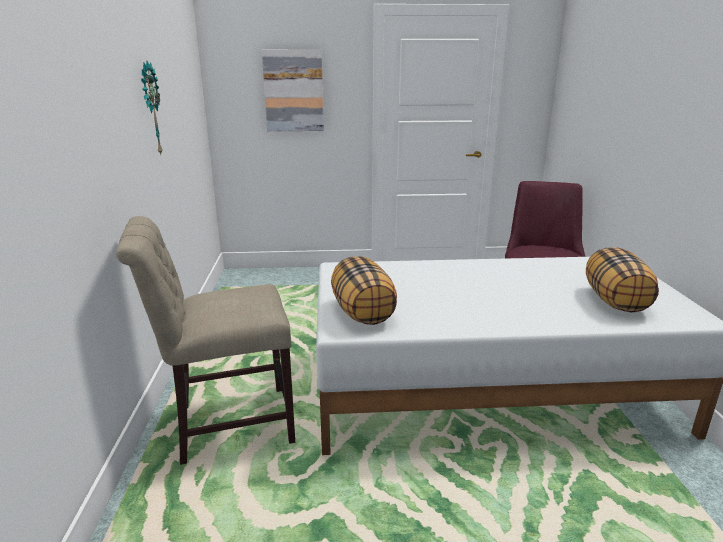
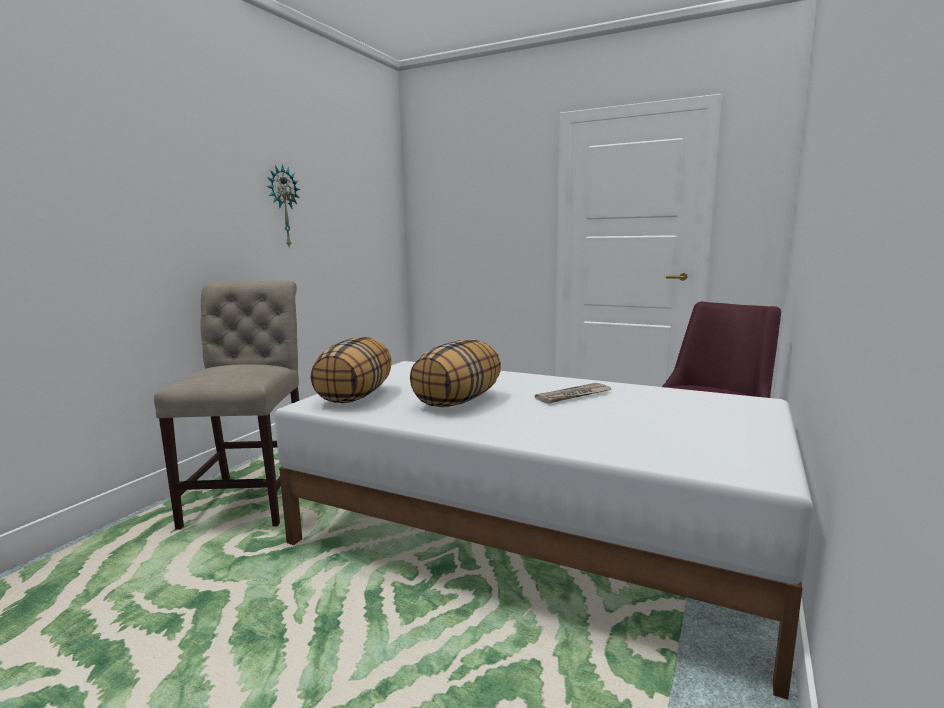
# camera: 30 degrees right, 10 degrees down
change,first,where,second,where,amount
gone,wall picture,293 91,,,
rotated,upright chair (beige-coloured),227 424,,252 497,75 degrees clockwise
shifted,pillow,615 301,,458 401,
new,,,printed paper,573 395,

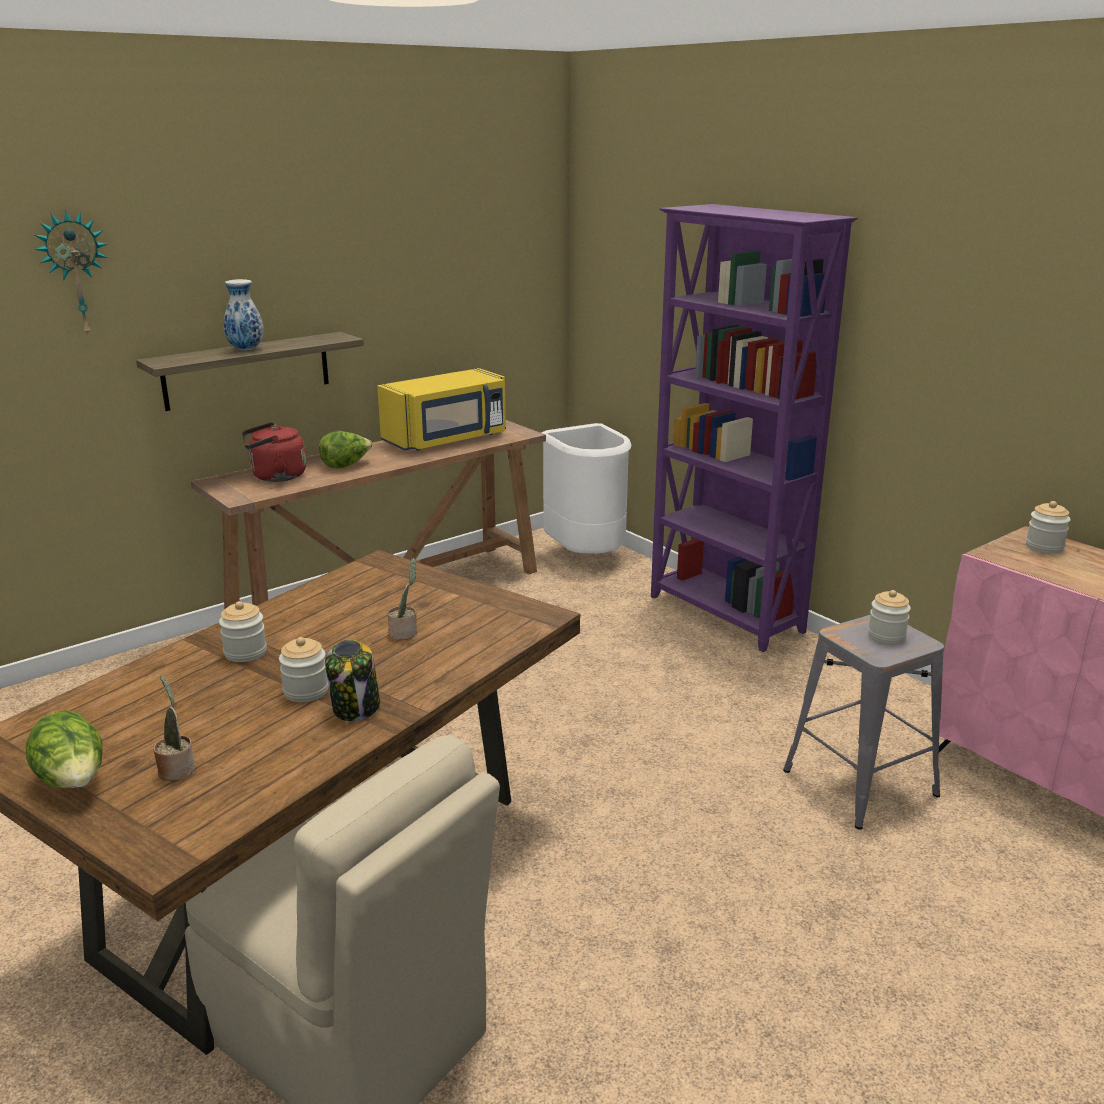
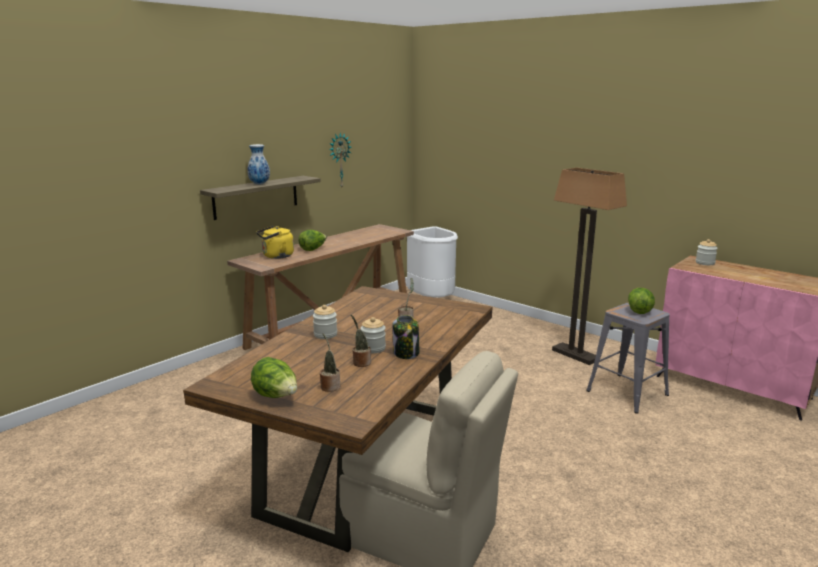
# camera: 10 degrees left, 5 degrees down
change,first,where,second,where,amount
gone,bookcase (purplish),725 615,,,
shifted,hanging clock,75 274,,339 160,
gone,microwave oven (yellow),447 439,,,
repainted,water kettle (reddish),275 477,water kettle (yellow),276 256,
swapped,jar,886 635,lettuce head,639 311,
new,,,standing lamp,575 355,
new,,,potted plant,361 362,

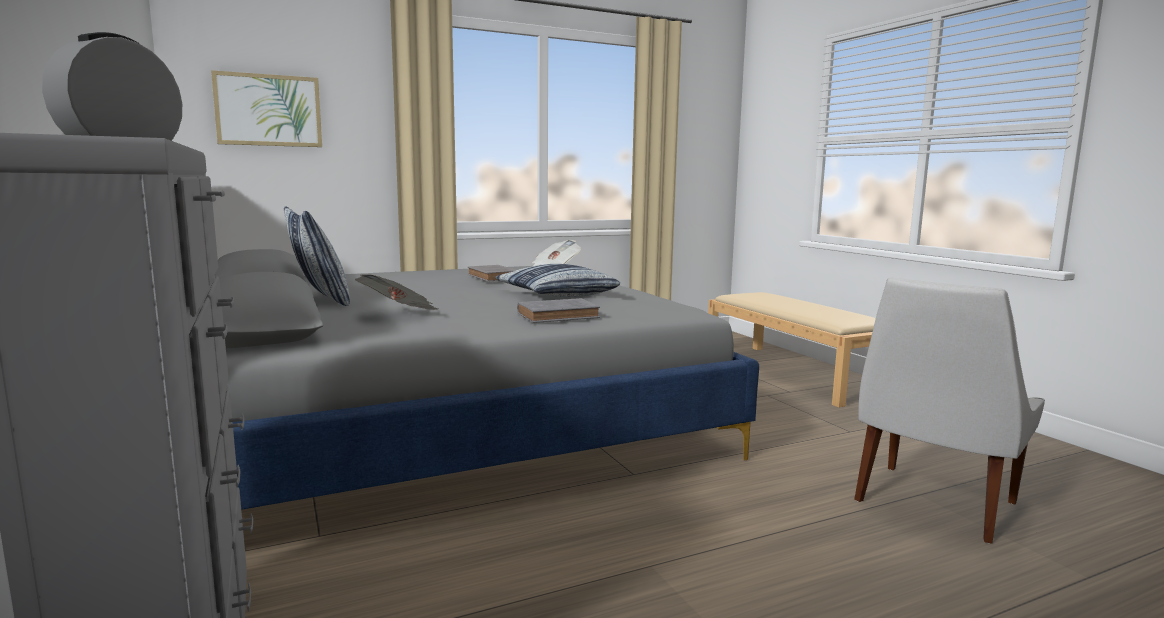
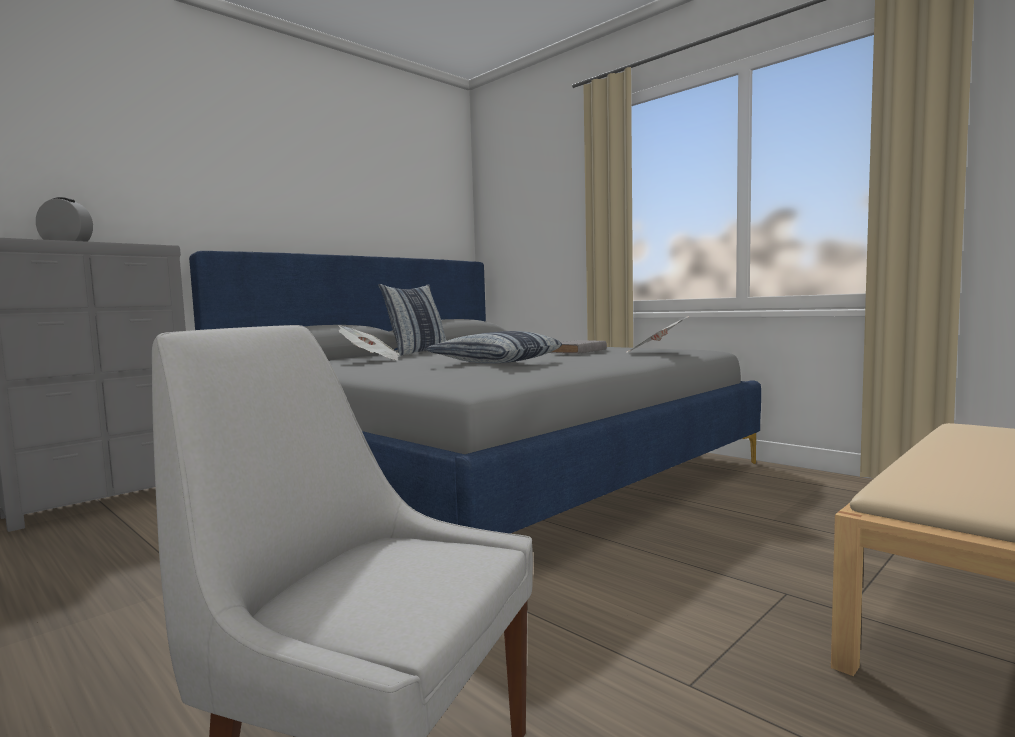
# camera: 70 degrees right, 5 degrees down
change,first,where,second,where,amount
gone,wall picture,268 110,,,
gone,bound book (grey),560 315,,,

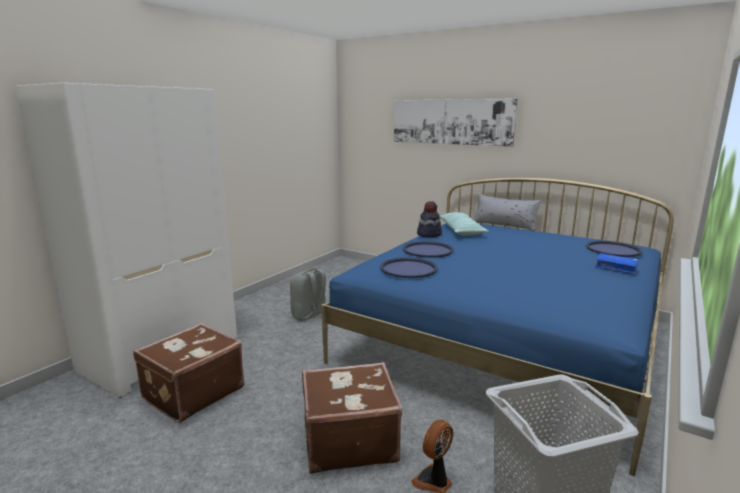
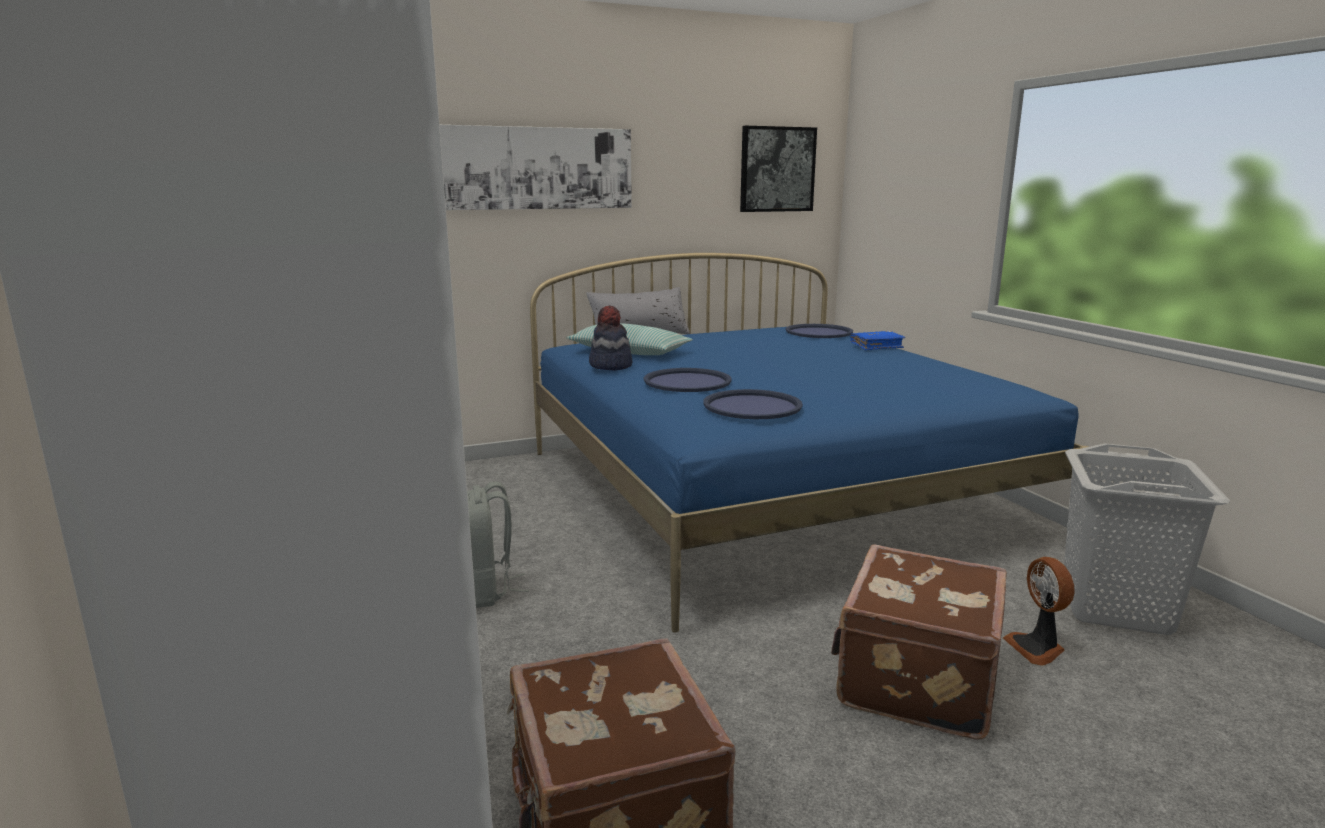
# camera: 55 degrees left, 0 degrees up
change,first,where,second,where,amount
new,,,wall picture,777 169,

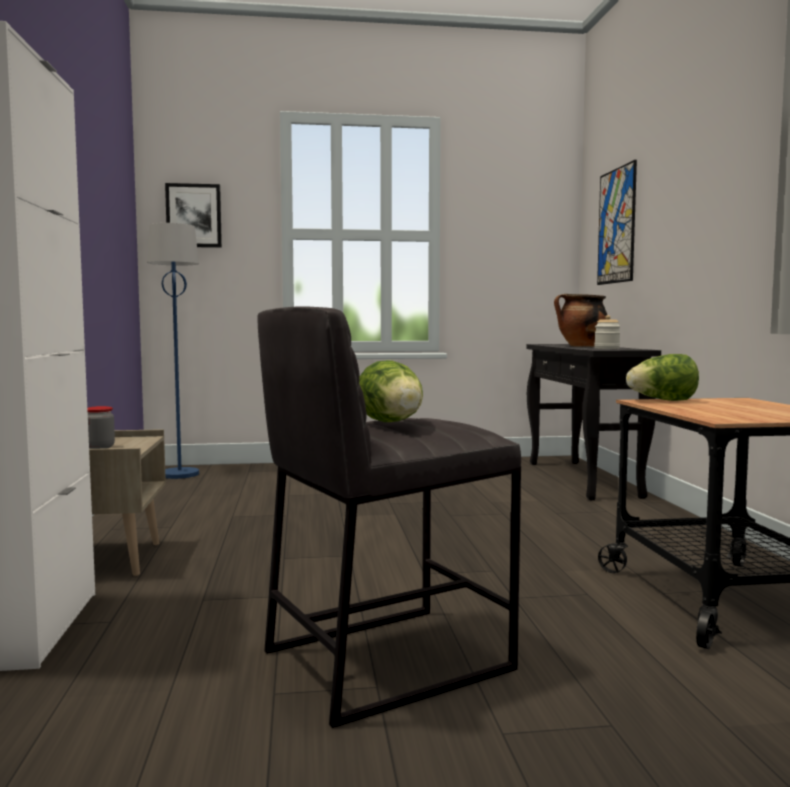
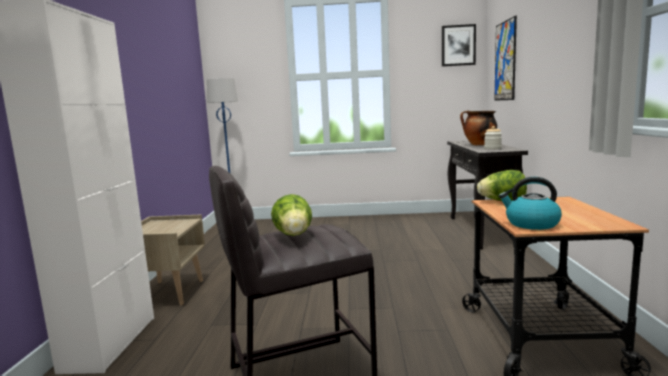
# camera: 10 degrees right, 5 degrees up
change,first,where,second,where,amount
shifted,wall picture,194 216,,458 45,
gone,jar,100 447,,,
new,,,water kettle,531 224,

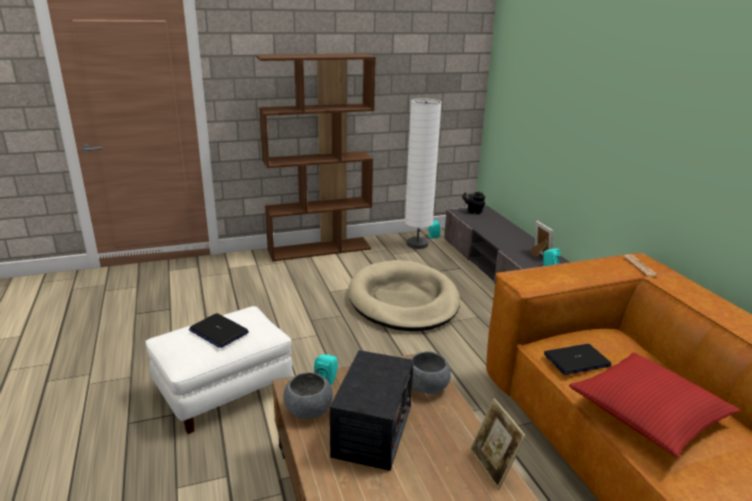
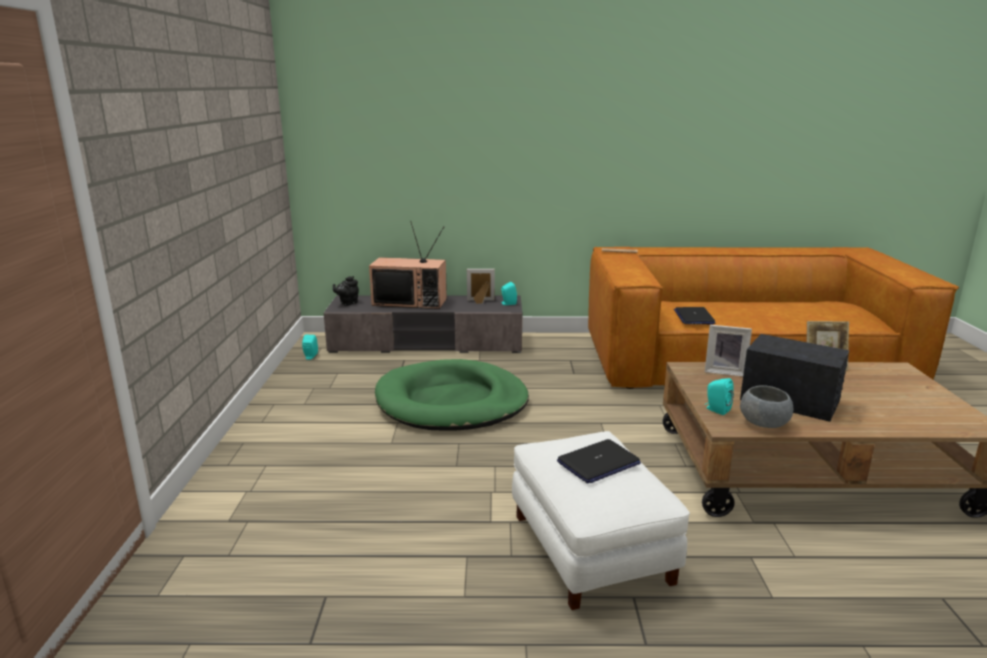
# camera: 70 degrees left, 5 degrees down
change,first,where,second,where,amount
gone,bookcase (brown),320 249,,,
gone,standing lamp (white-coloured),417 244,,,
repainted,dog bed (beige-coloured),403 300,dog bed (green),451 402,
swapped,deep dish (grey),426 387,standing frame,725 371,
gone,pillow (reddish),647 412,,,
new,,,television,411 302,

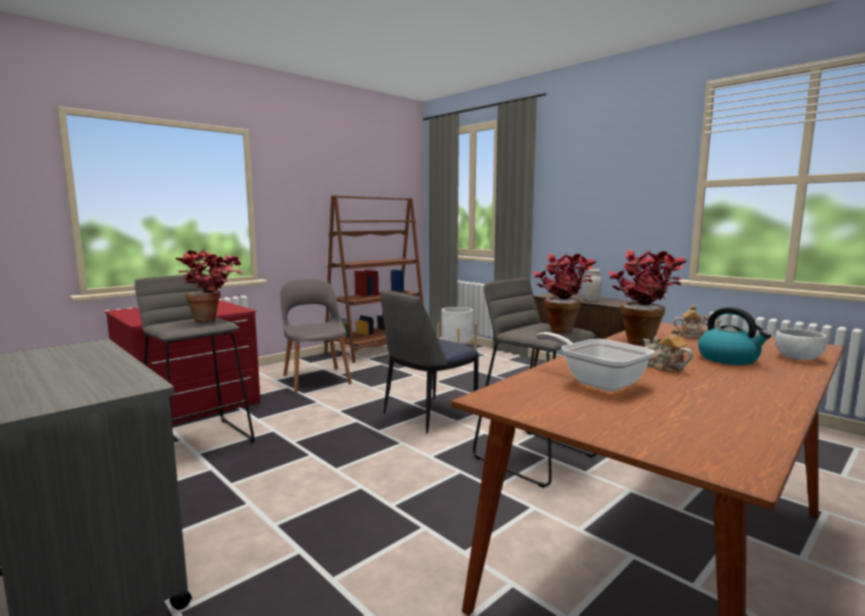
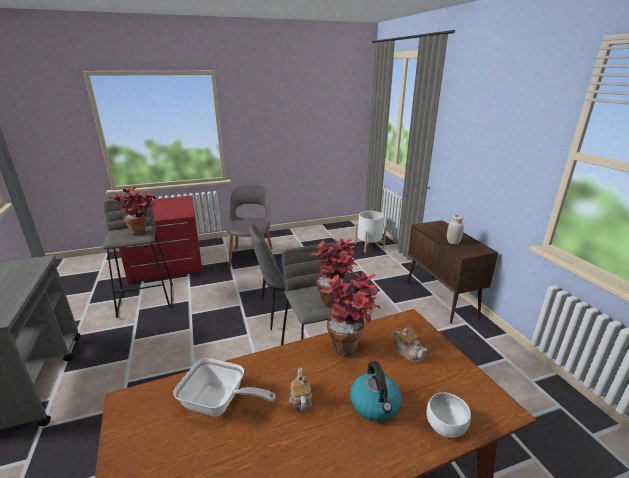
# camera: 25 degrees right, 15 degrees up
change,first,where,second,where,amount
gone,bookcase (brown),377 350,,,
rotated,pan,596 382,,219 404,120 degrees clockwise

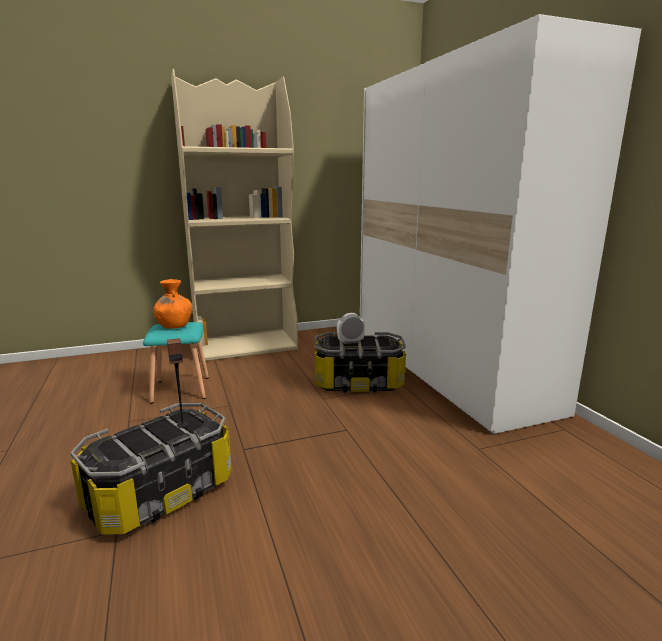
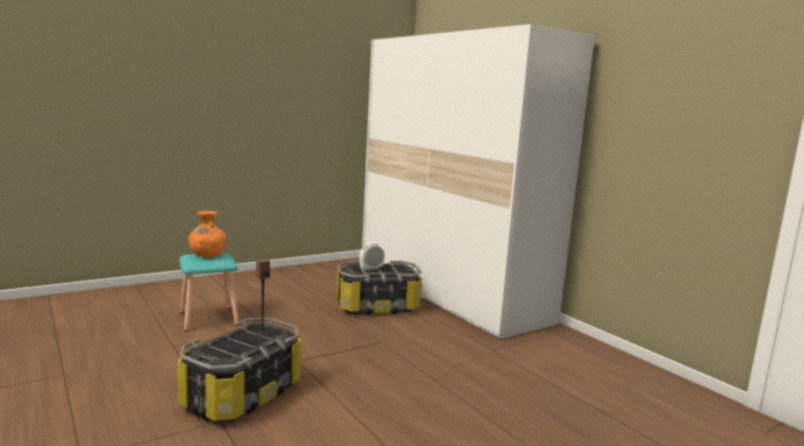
# camera: 15 degrees left, 5 degrees down
change,first,where,second,where,amount
gone,bookcase (beige-coloured),246 346,,,

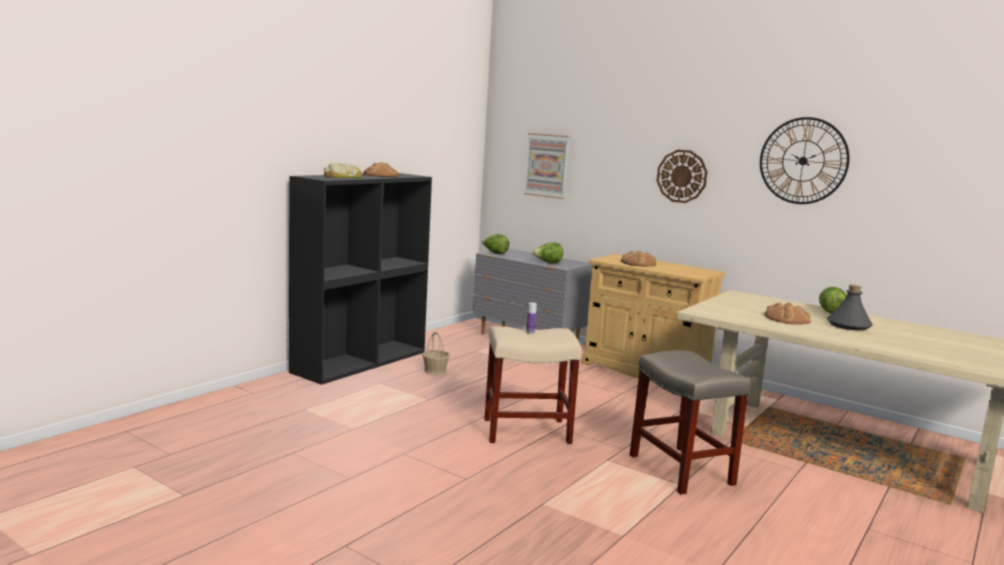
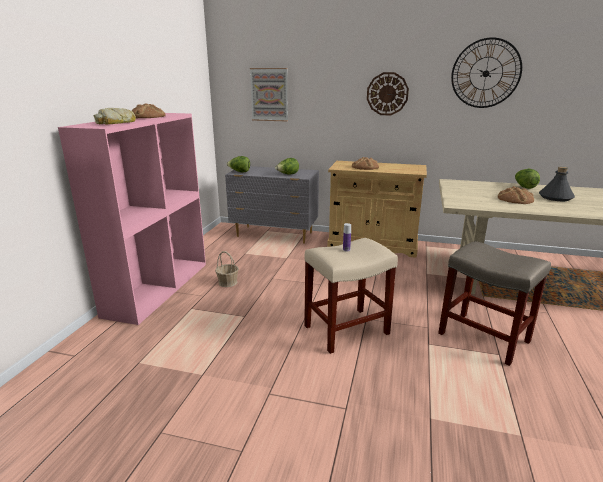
# camera: 20 degrees left, 10 degrees up
change,first,where,second,where,amount
repainted,bookcase (black-coloured),360 361,bookcase (pink),158 287,

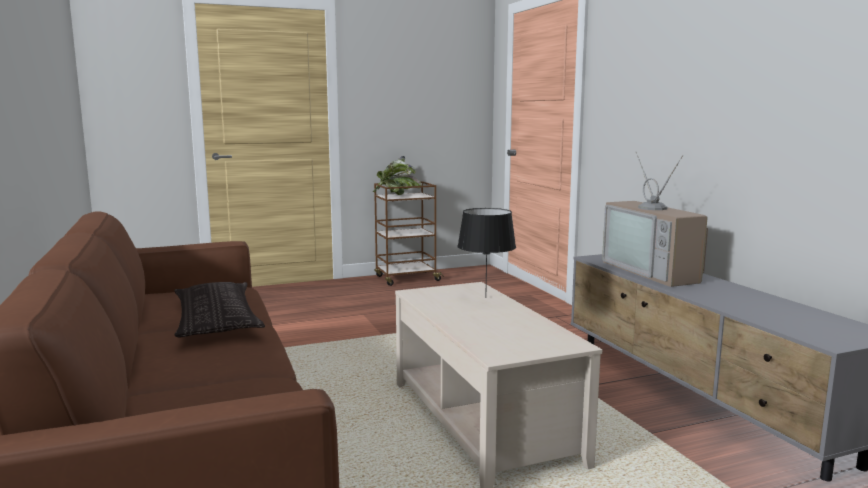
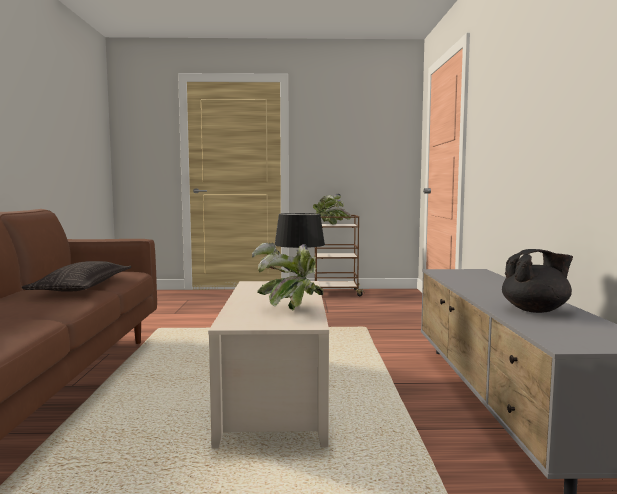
# camera: 20 degrees right, 5 degrees down
change,first,where,second,where,amount
gone,television,655 271,,,
new,,,potted plant,289 308,
new,,,tea pot (black-coloured),536 310,

